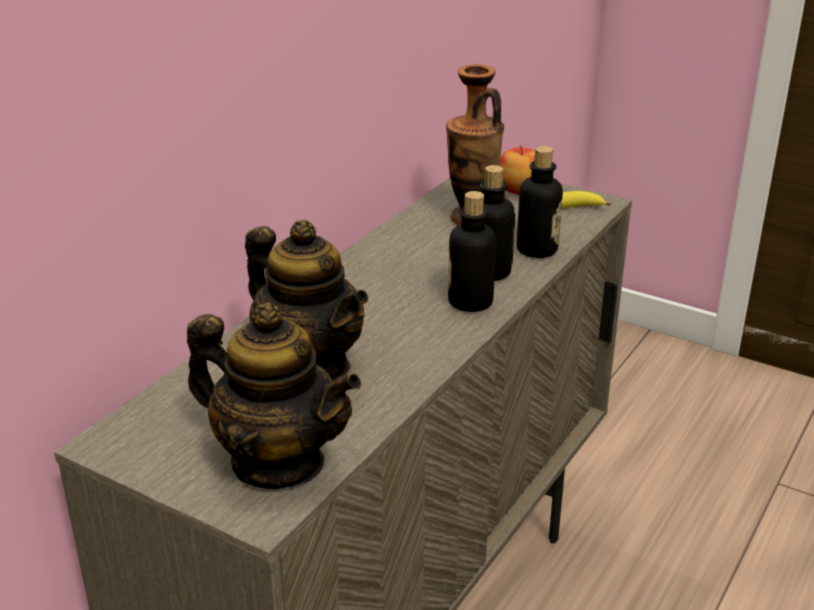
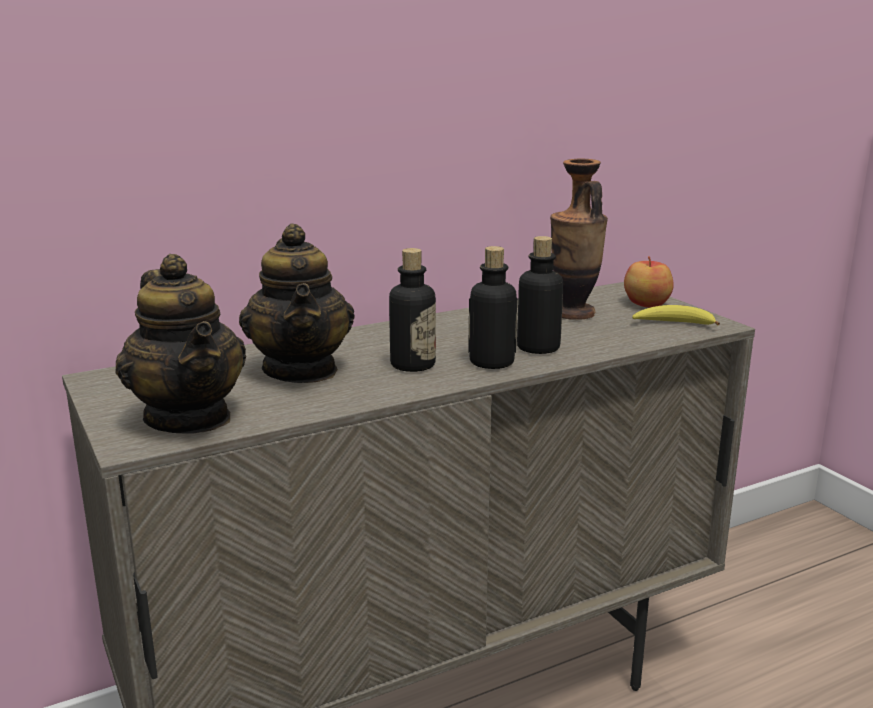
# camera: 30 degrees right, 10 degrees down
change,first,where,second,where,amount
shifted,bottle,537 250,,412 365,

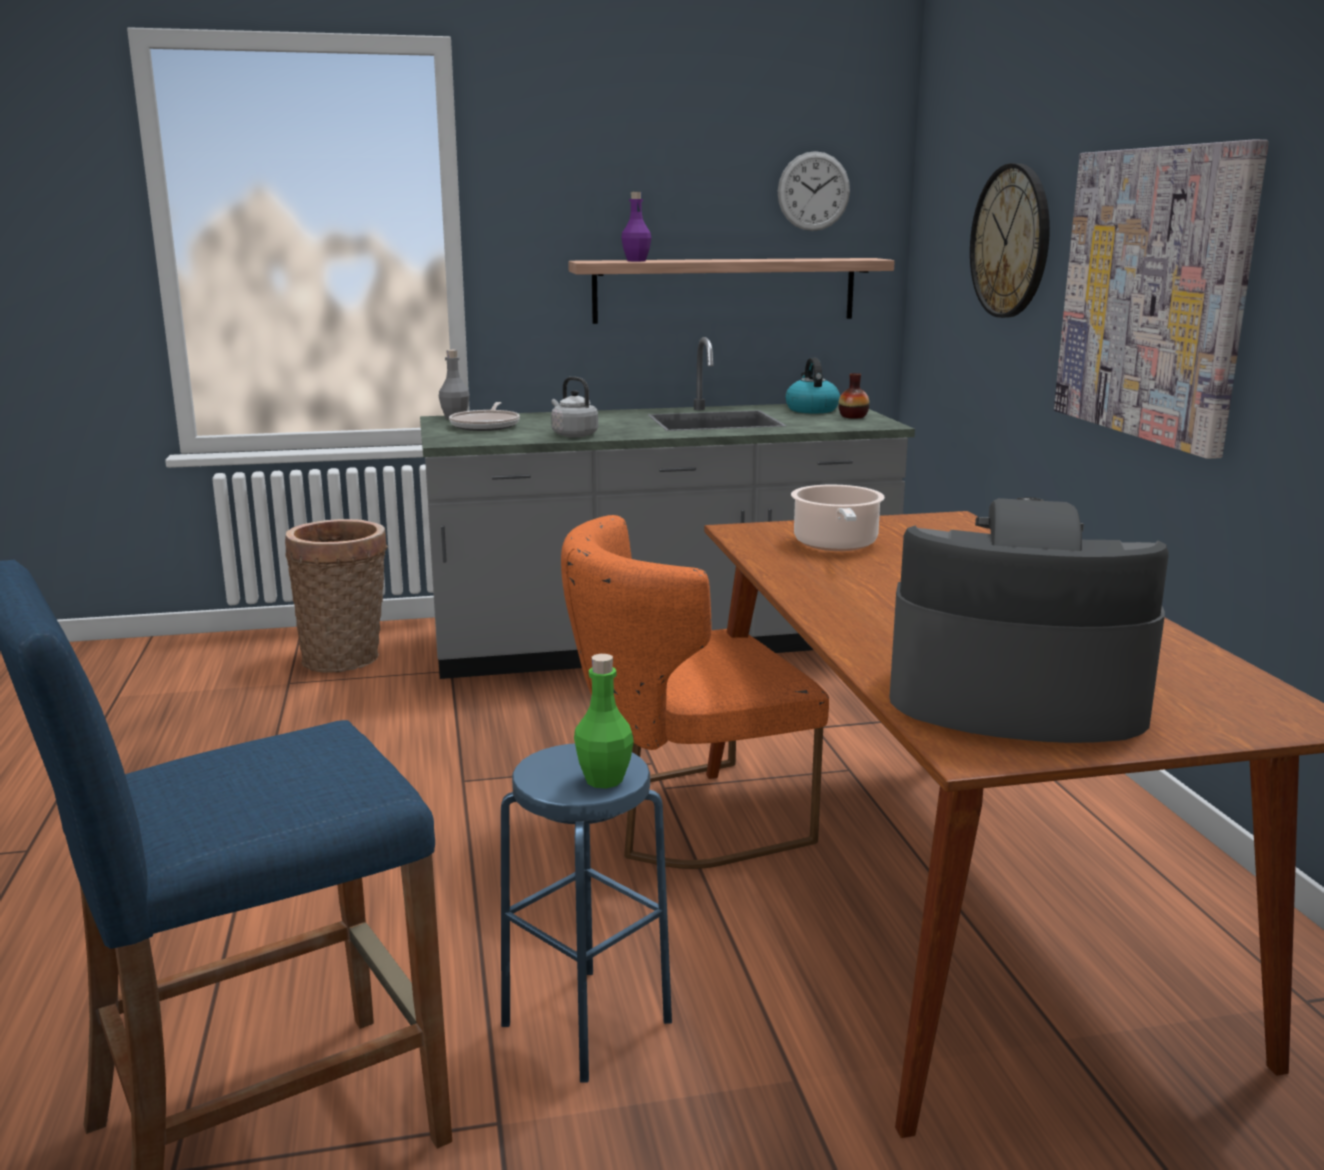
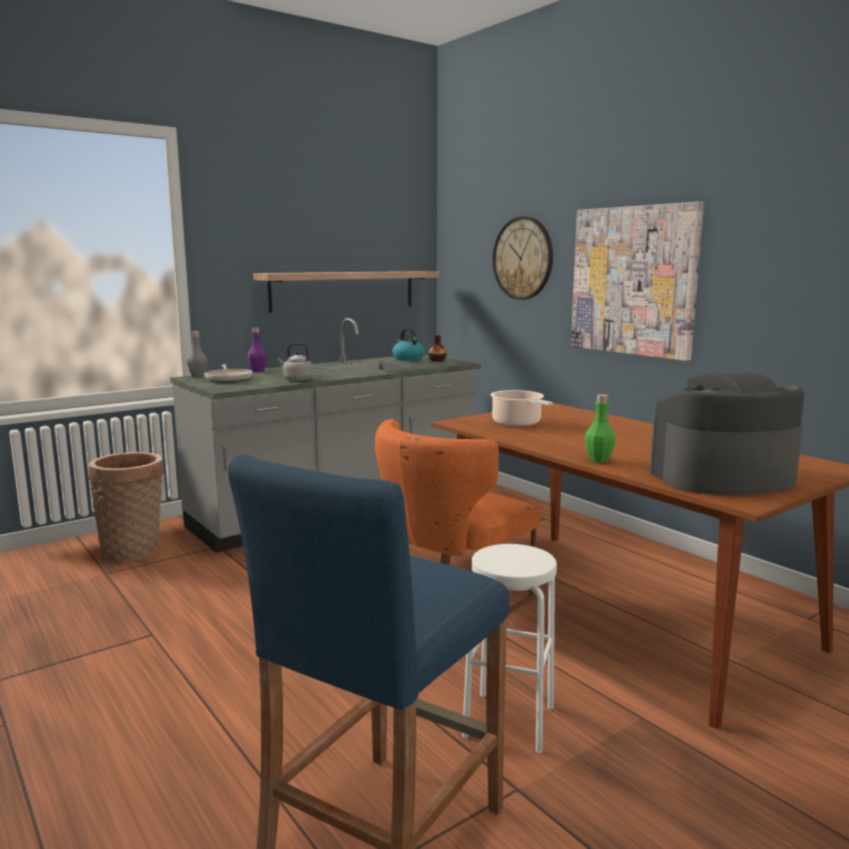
# camera: 25 degrees left, 5 degrees down
change,first,where,second,where,amount
gone,hanging clock,813 191,,,
shifted,bottle (purplish),636 261,,257 371,
shifted,bottle (green),604 780,,598 460,
repainted,sitting stool (bluish),587 1022,sitting stool (white-coloured),509 721,

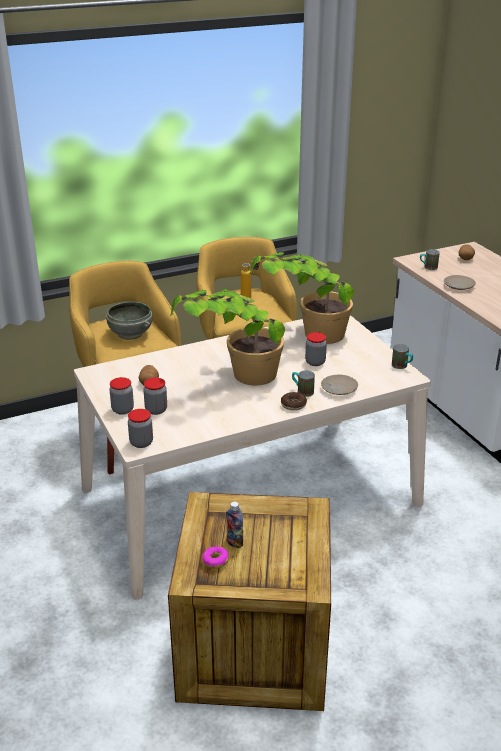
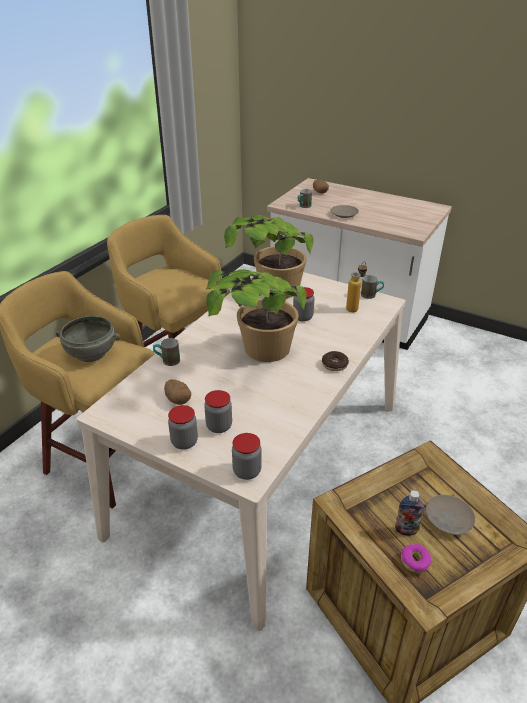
# camera: 35 degrees left, 5 degrees up
change,first,where,second,where,amount
shifted,bottle,250 296,,355 307,
shifted,tea mug,302 391,,167 361,
shifted,flat dish (beige-coloured),338 389,,448 519,

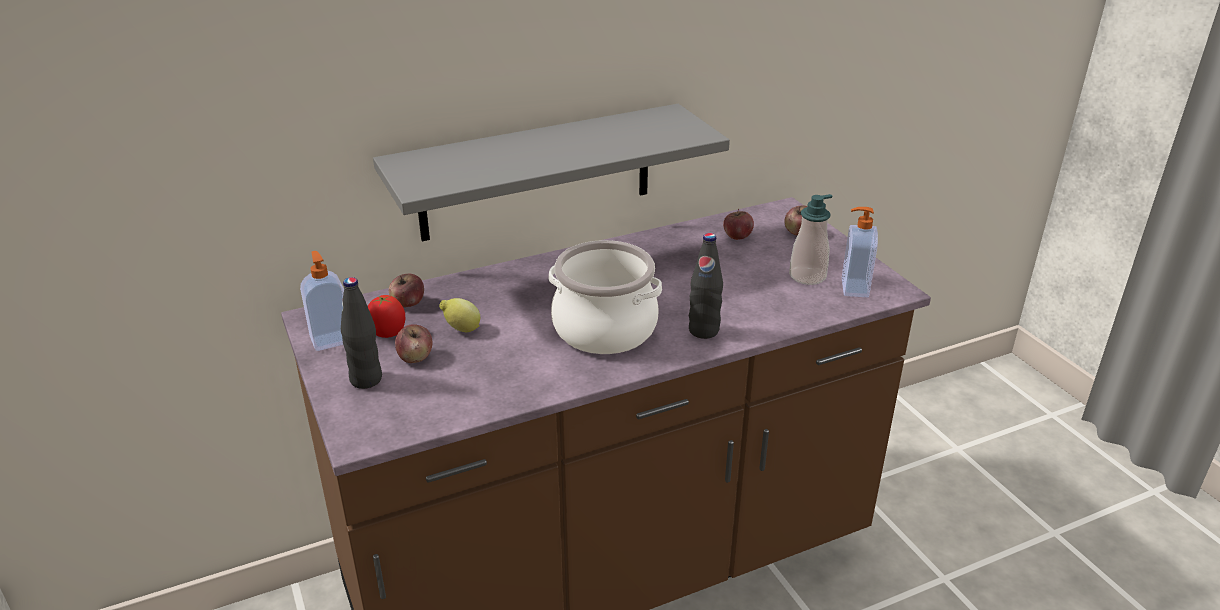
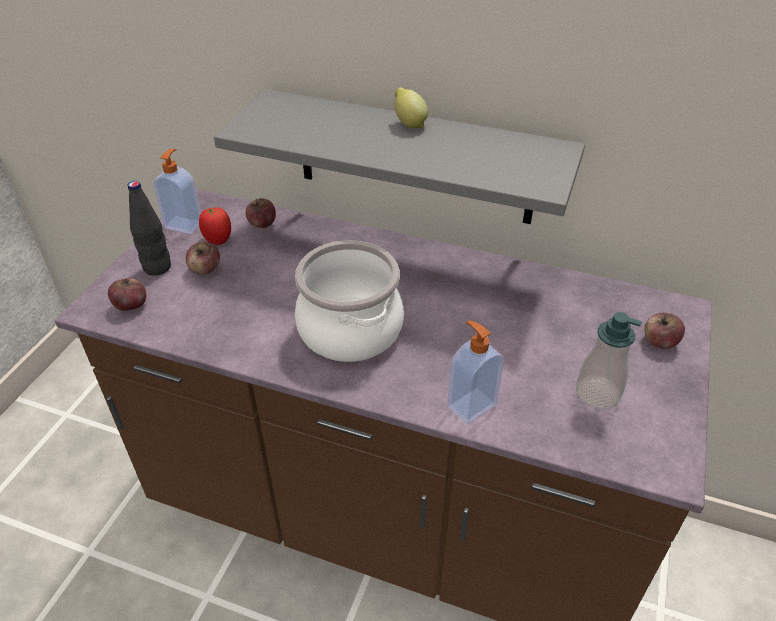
# camera: 45 degrees right, 10 degrees up
change,first,where,second,where,amount
shifted,liquid soap bottle,853 288,,470 405,
shifted,apple,737 237,,131 305,
gone,bottle (black-coloured),703 331,,,
shifted,citrus fruit,461 329,,409 124,

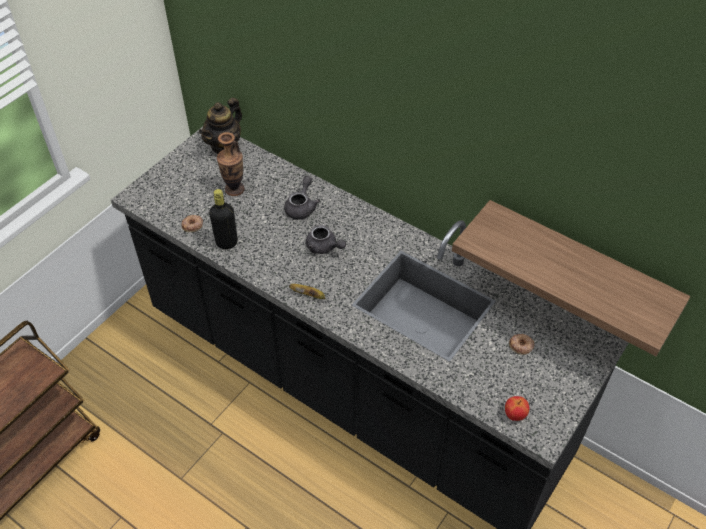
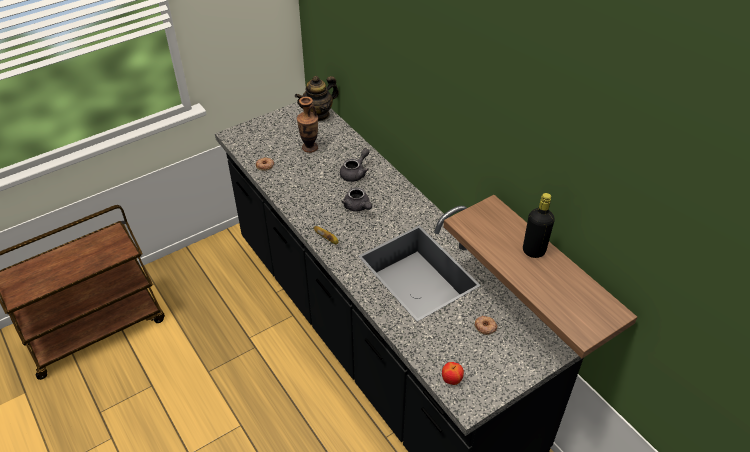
# camera: 20 degrees right, 5 degrees down
change,first,where,second,where,amount
shifted,bottle (black-coloured),226 242,,533 251,

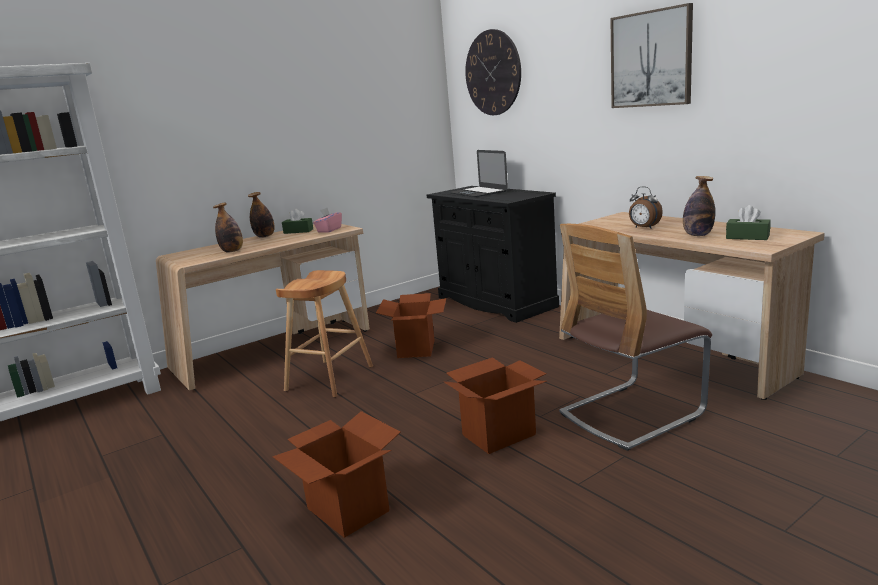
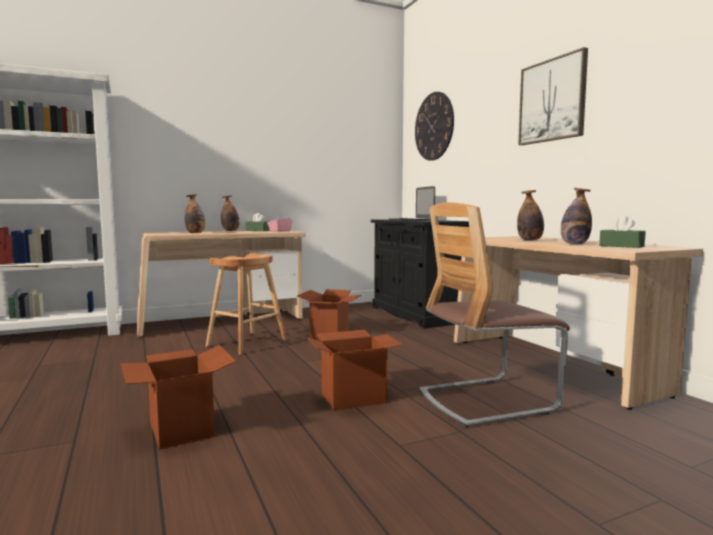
# camera: 10 degrees right, 10 degrees down
change,first,where,second,where,amount
swapped,table clock,644 228,bottle,530 240,

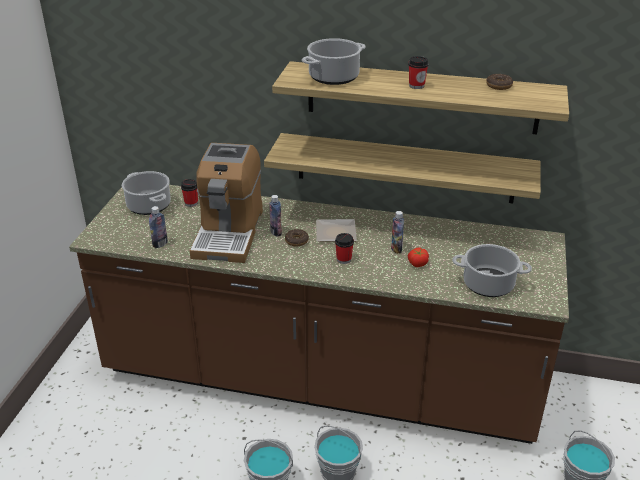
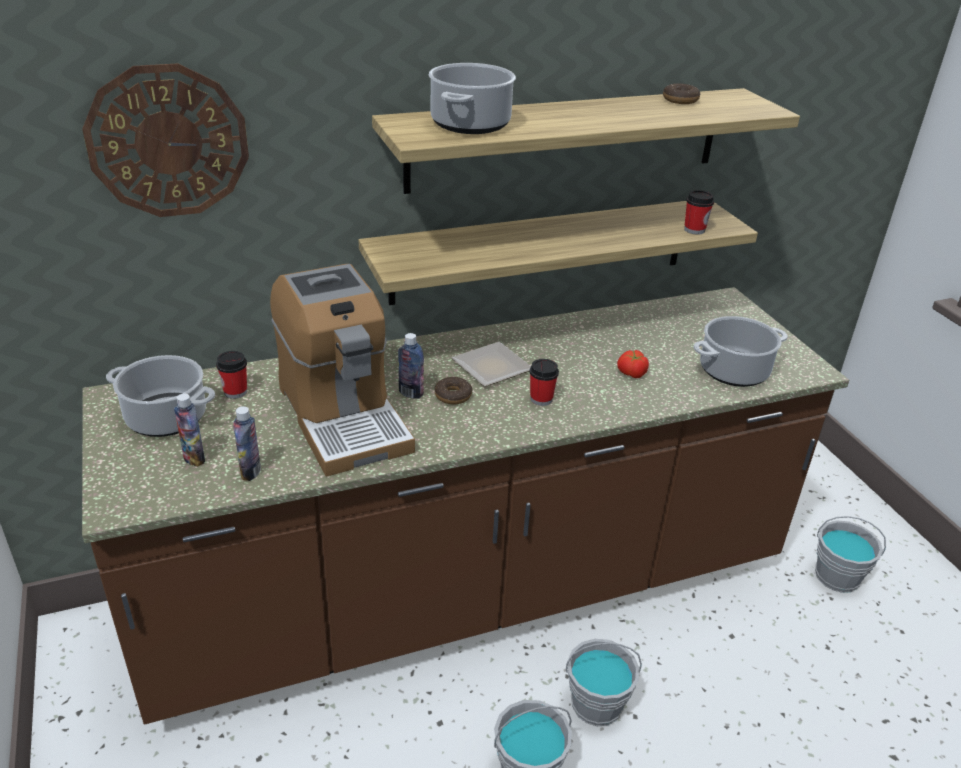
# camera: 35 degrees left, 0 degrees up
change,first,where,second,where,amount
shifted,cup,416 86,,694 230,
shifted,bottle,396 249,,194 458,
new,,,hanging clock,168 142,

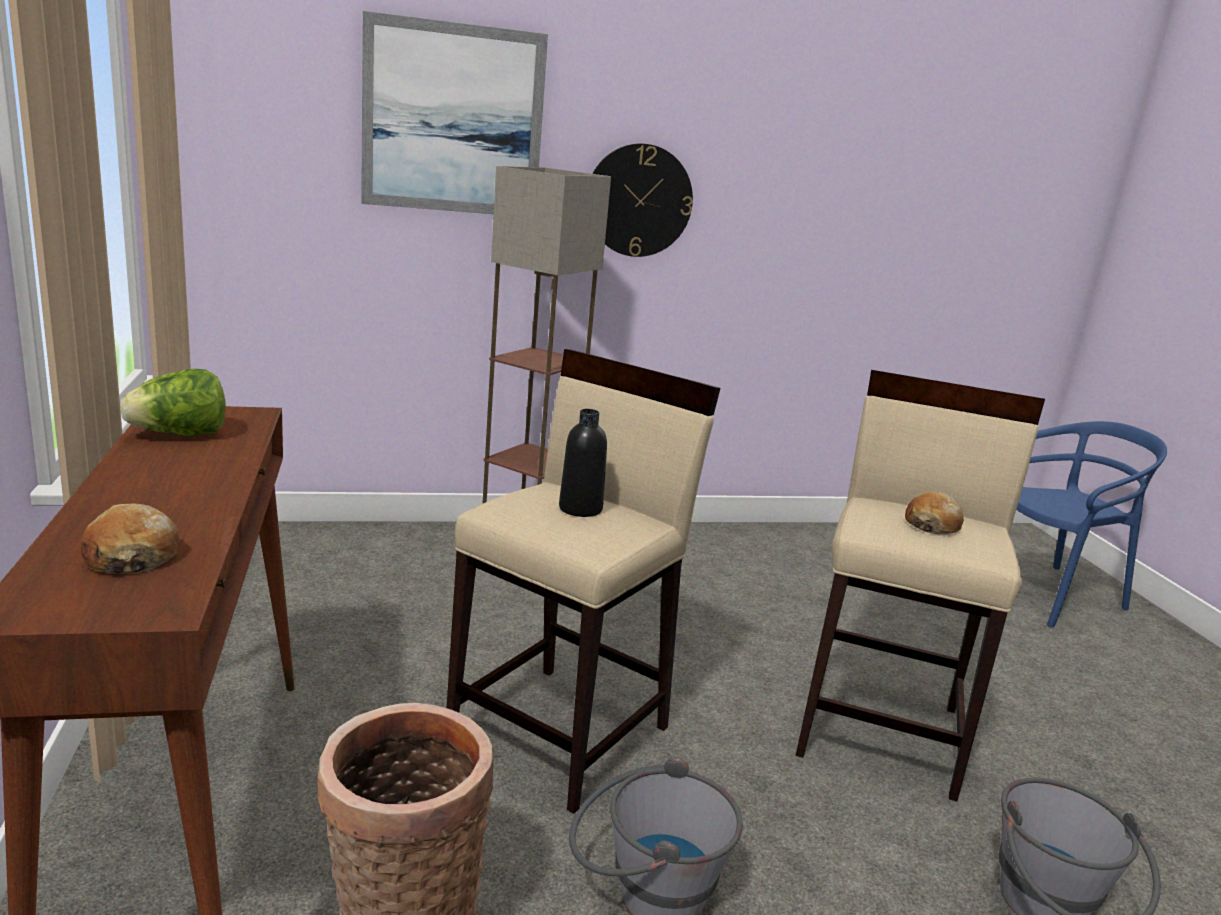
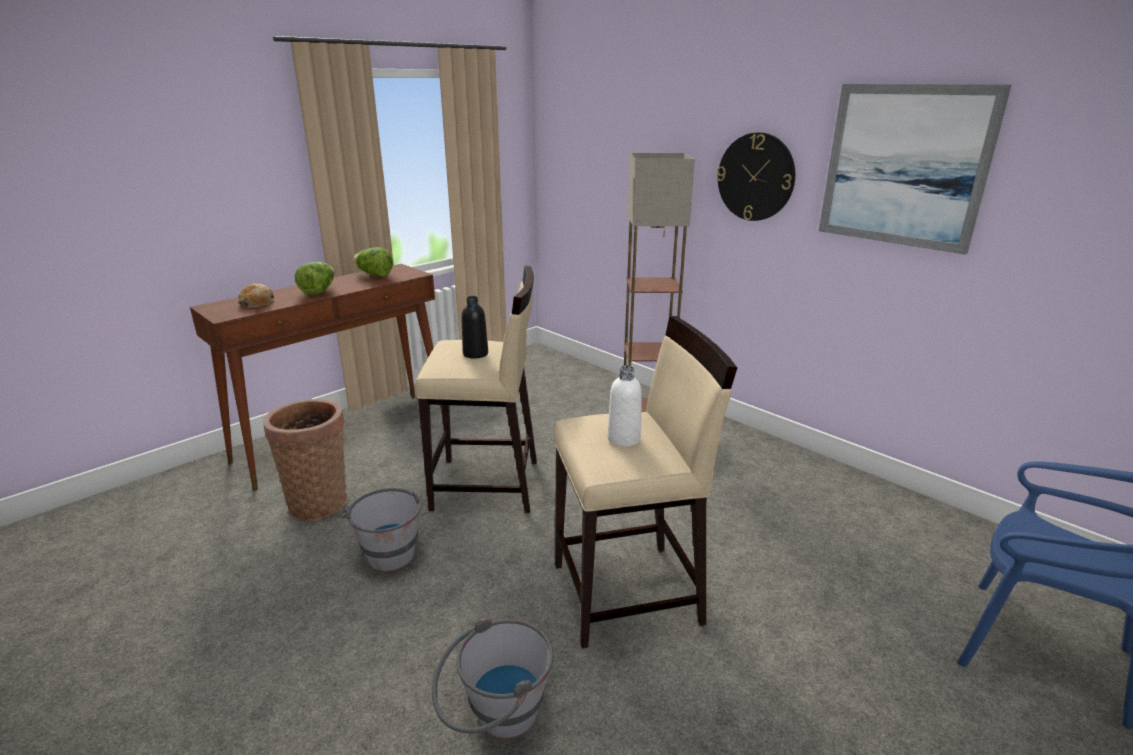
# camera: 60 degrees right, 5 degrees up
change,first,where,second,where,amount
shifted,wall picture,453 119,,904 166,
swapped,bakery bread,932 524,bottle (white-coloured),624 439,
new,,,lettuce head,319 291,

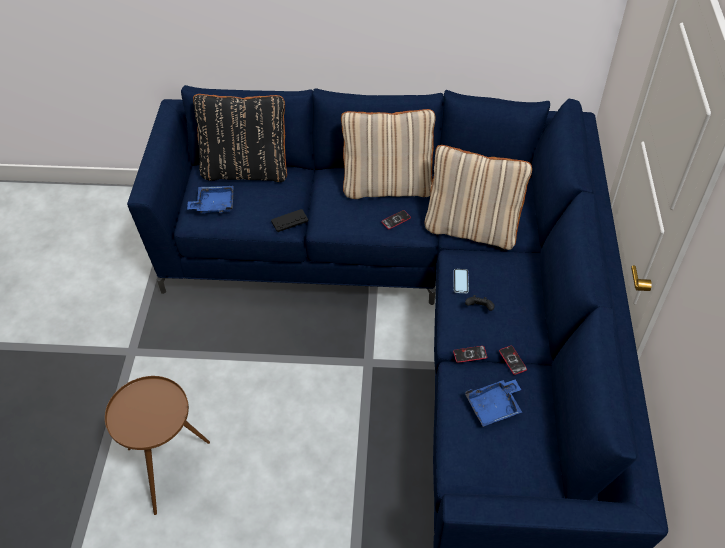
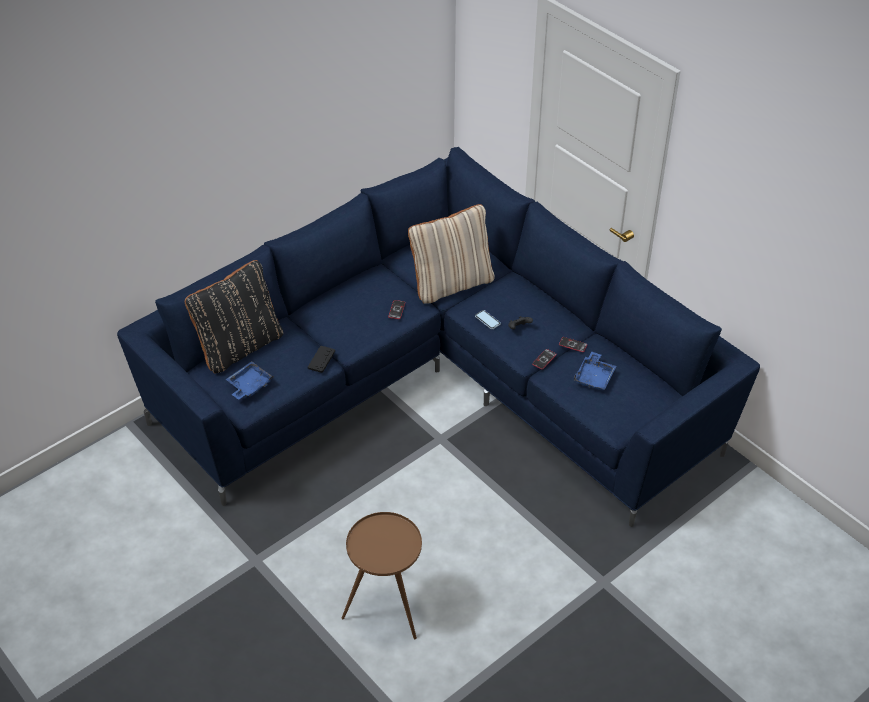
# camera: 45 degrees left, 5 degrees down
change,first,where,second,where,amount
gone,pillow (beige-coloured),387 186,,,

